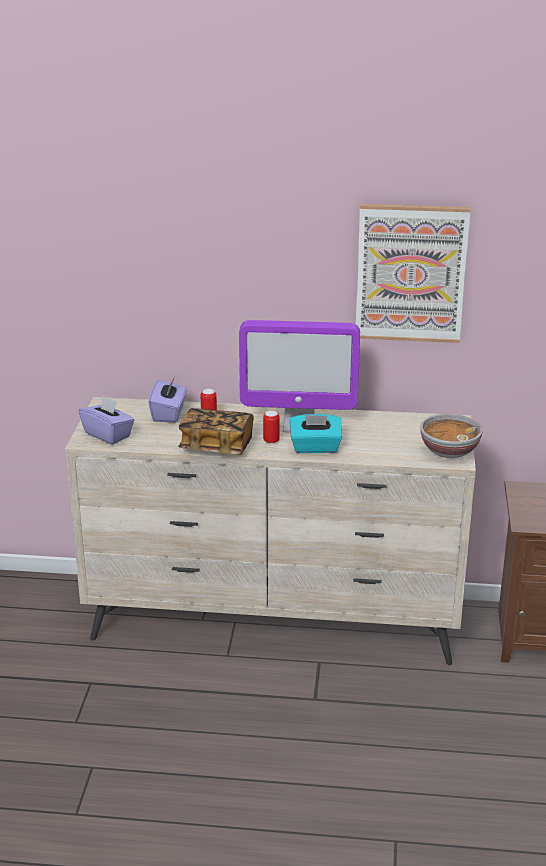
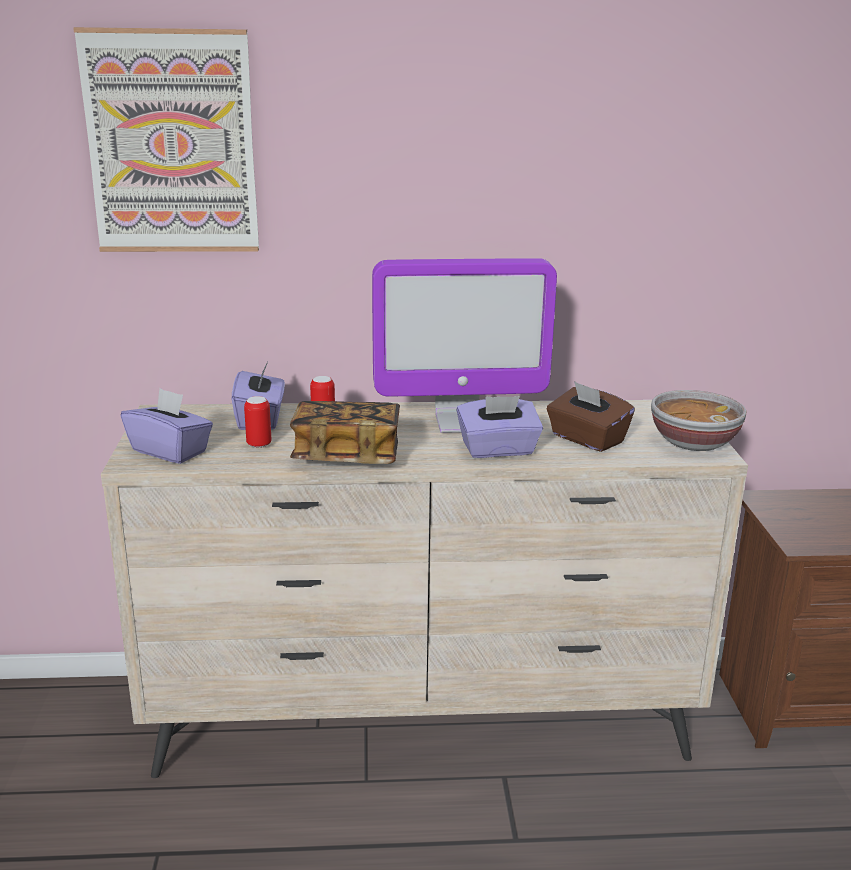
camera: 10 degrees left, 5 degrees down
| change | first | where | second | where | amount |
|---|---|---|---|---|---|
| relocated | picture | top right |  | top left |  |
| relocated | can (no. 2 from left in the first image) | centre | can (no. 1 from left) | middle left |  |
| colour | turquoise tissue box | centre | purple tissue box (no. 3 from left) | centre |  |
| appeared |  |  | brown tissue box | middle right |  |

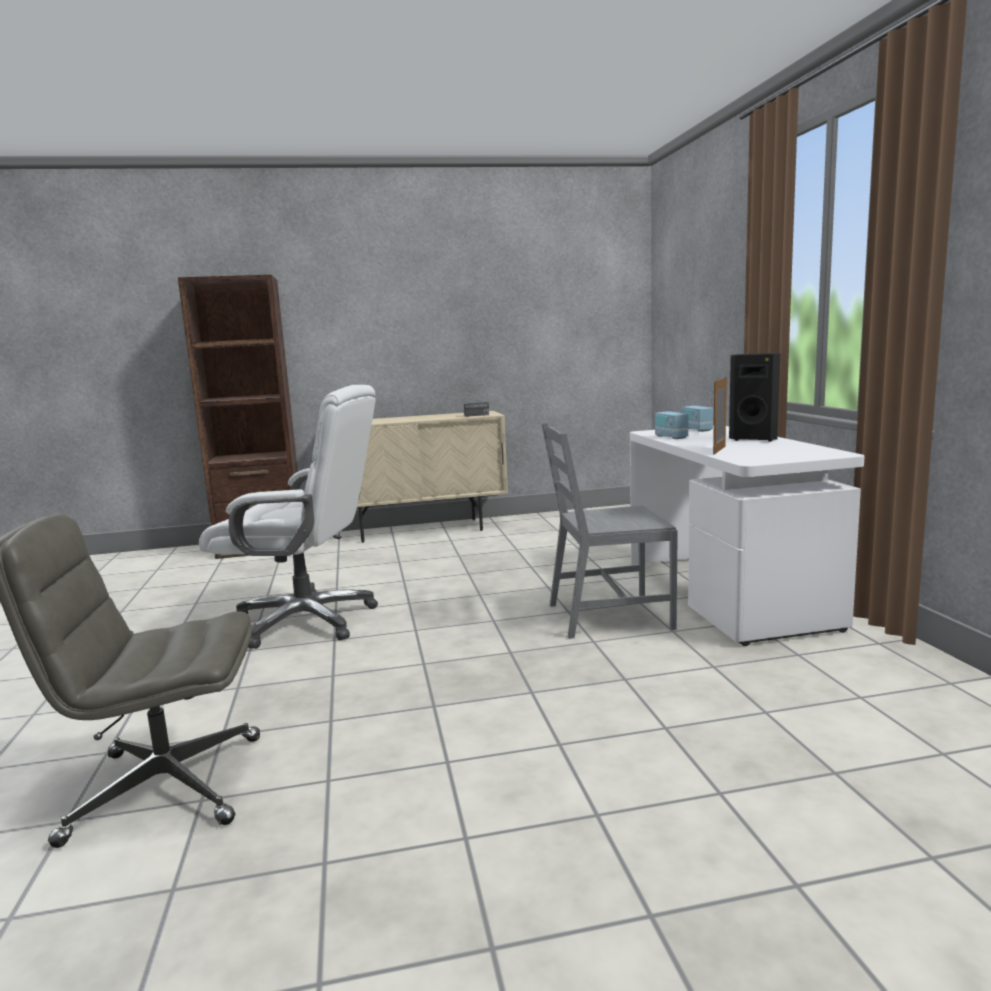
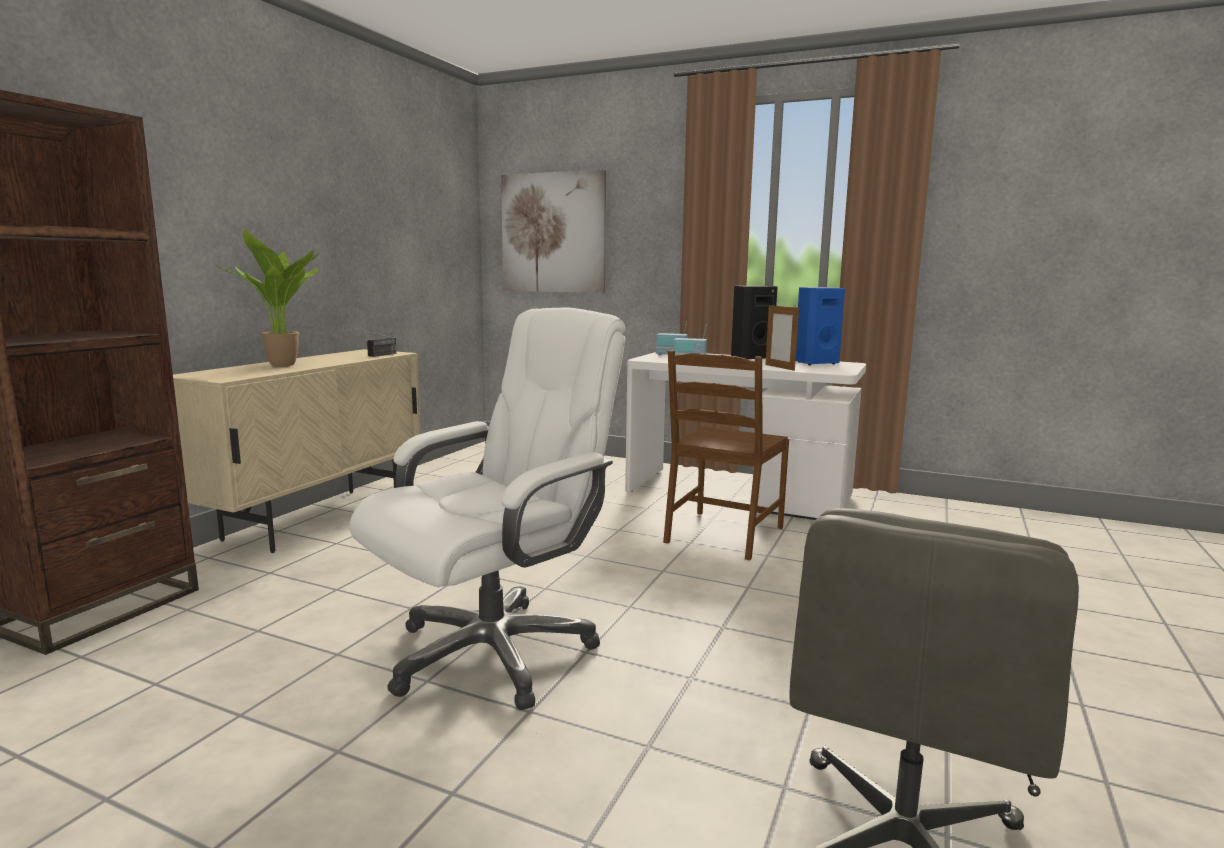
camera: 55 degrees left, 0 degrees up
| change | first | where | second | where | amount |
|---|---|---|---|---|---|
| appeared |  |  | potted plant | middle left |  |
| appeared |  |  | picture | top centre |  |
| colour | grey chair | centre | brown chair | centre |  |
| appeared |  |  | blue speaker | middle right |  |

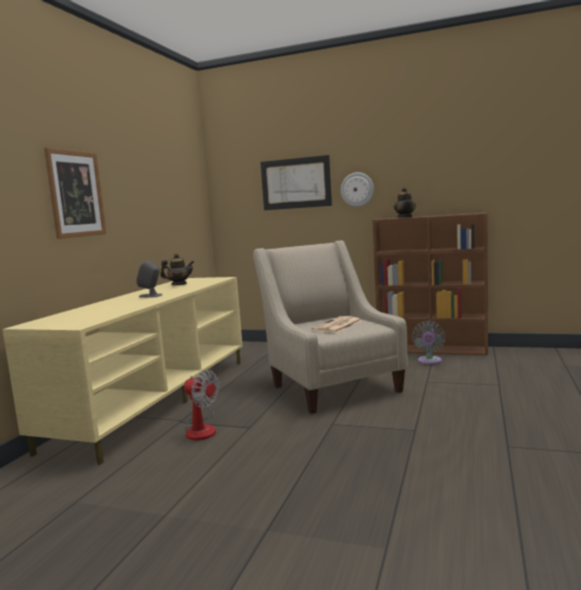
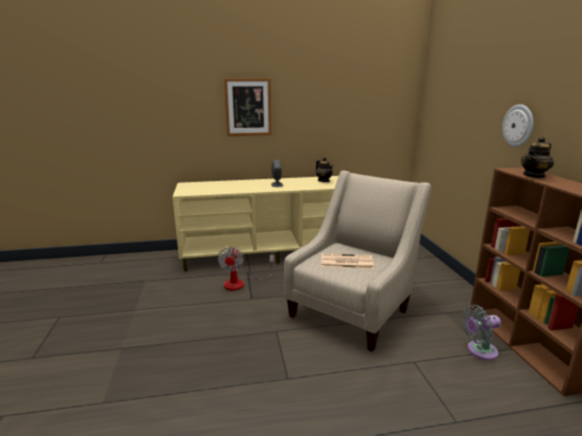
camera: 60 degrees right, 10 degrees up
| change | first | where | second | where | amount |
|---|---|---|---|---|---|
| missing | picture (no. 2 from left) | top centre |  |  |  |

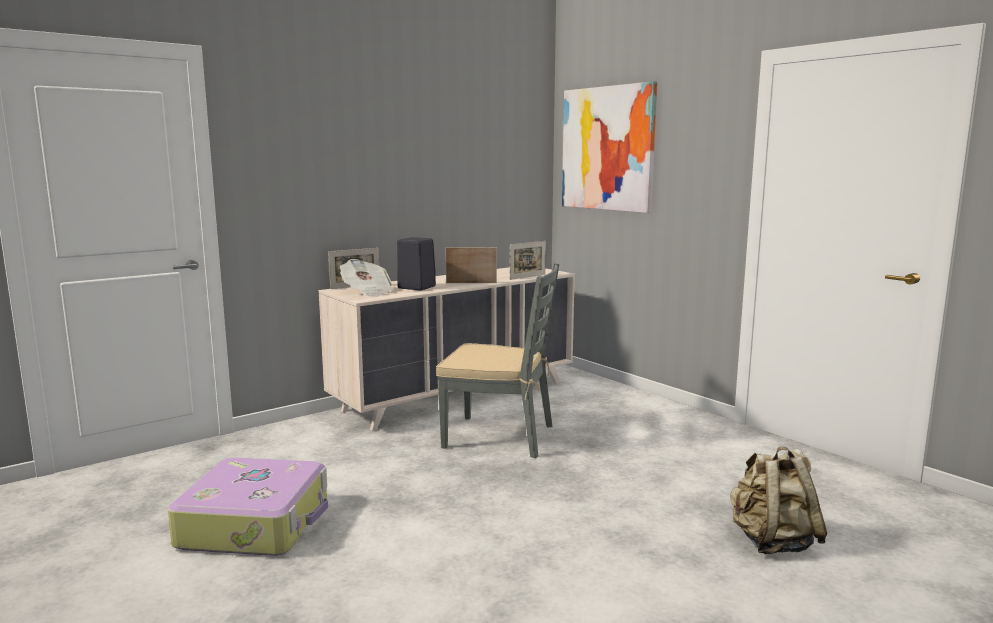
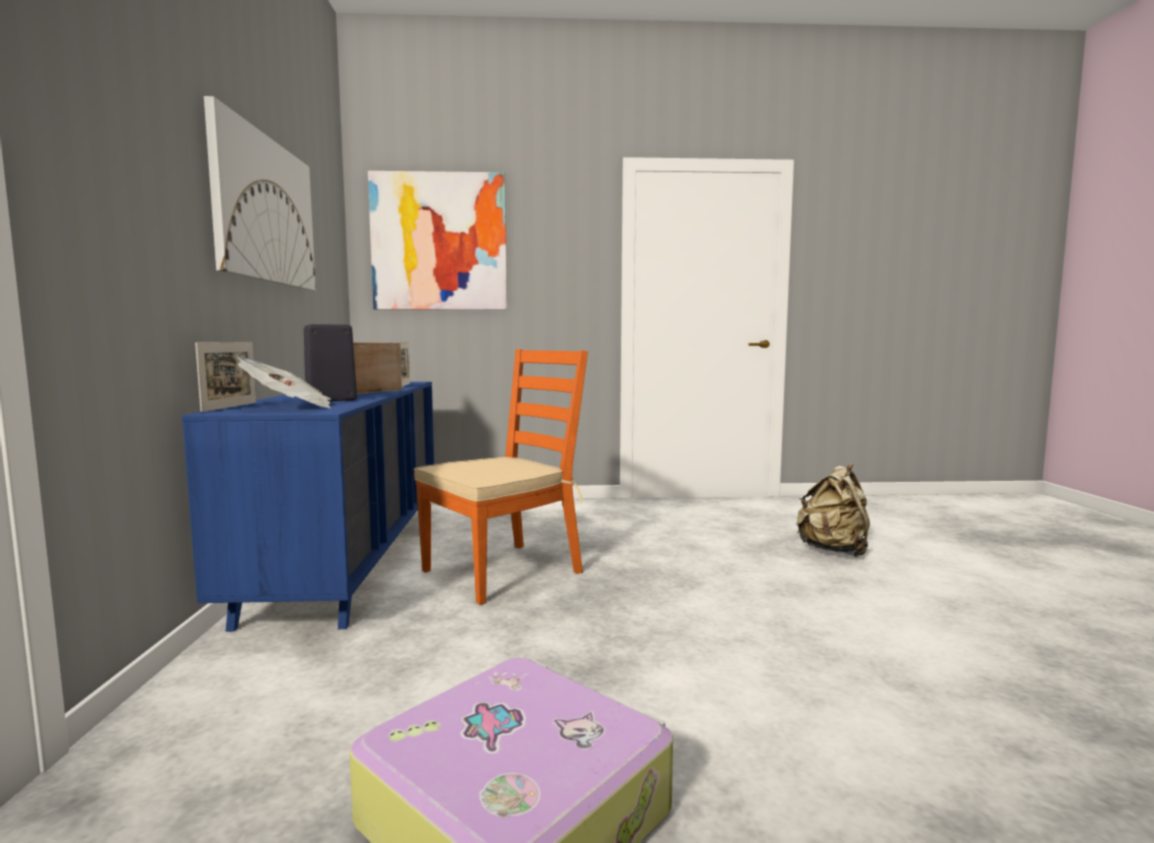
camera: 55 degrees left, 5 degrees down
| change | first | where | second | where | amount |
|---|---|---|---|---|---|
| colour | beige dresser | centre | blue dresser | middle left |  |
| appeared |  |  | picture (no. 1 from left) | top left |  |
| colour | grey chair | centre | orange chair | centre |  |

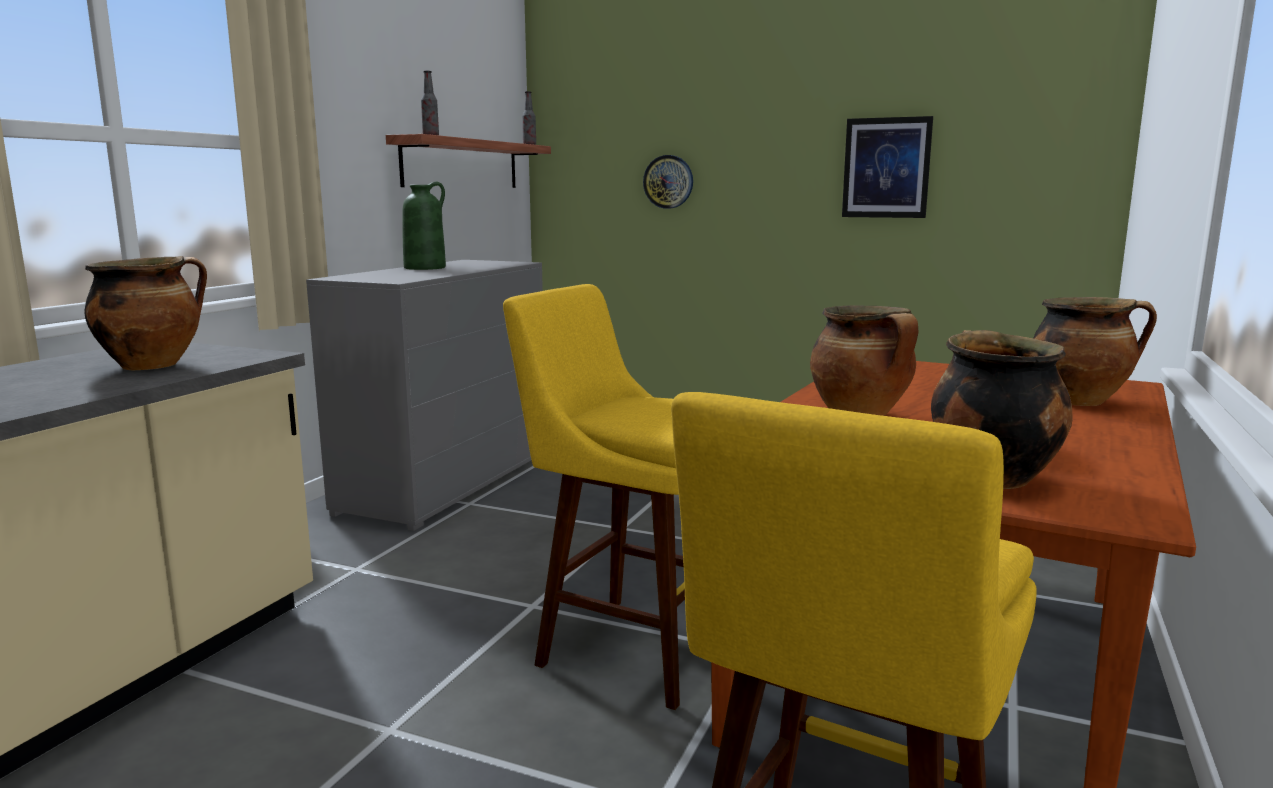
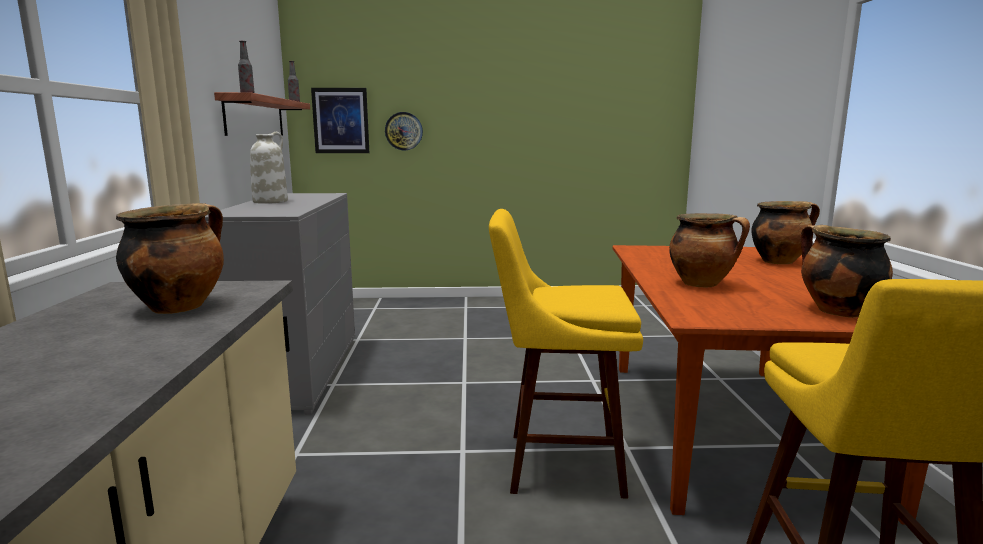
camera: 25 degrees left, 0 degrees up
| change | first | where | second | where | amount |
|---|---|---|---|---|---|
| colour | green vase | top left | white vase | top left |  |
| relocated | picture | top right |  | top centre |  |

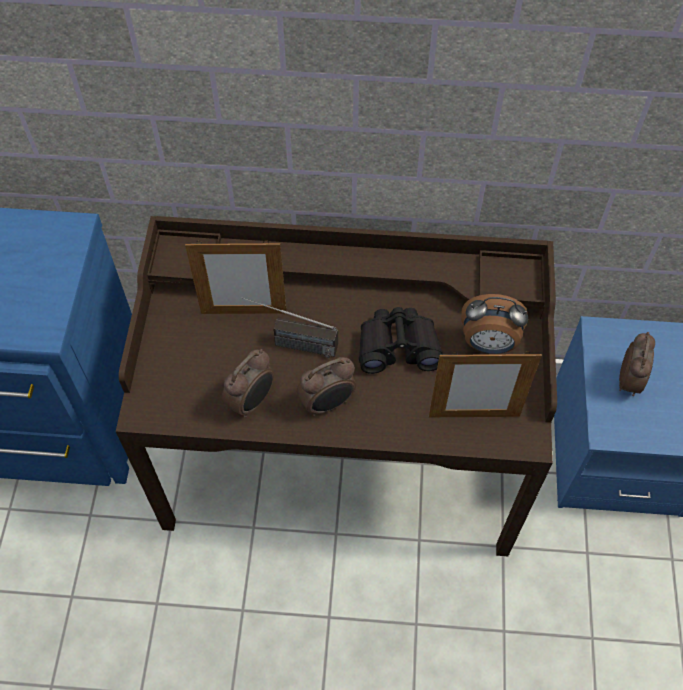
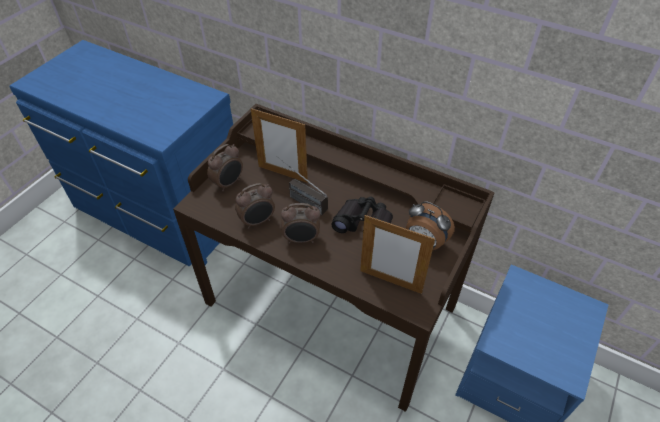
camera: 25 degrees right, 10 degrees down
| change | first | where | second | where | amount |
|---|---|---|---|---|---|
| relocated | alarm clock (no. 4 from left in the first image) | middle right | alarm clock (no. 1 from left) | centre |  |

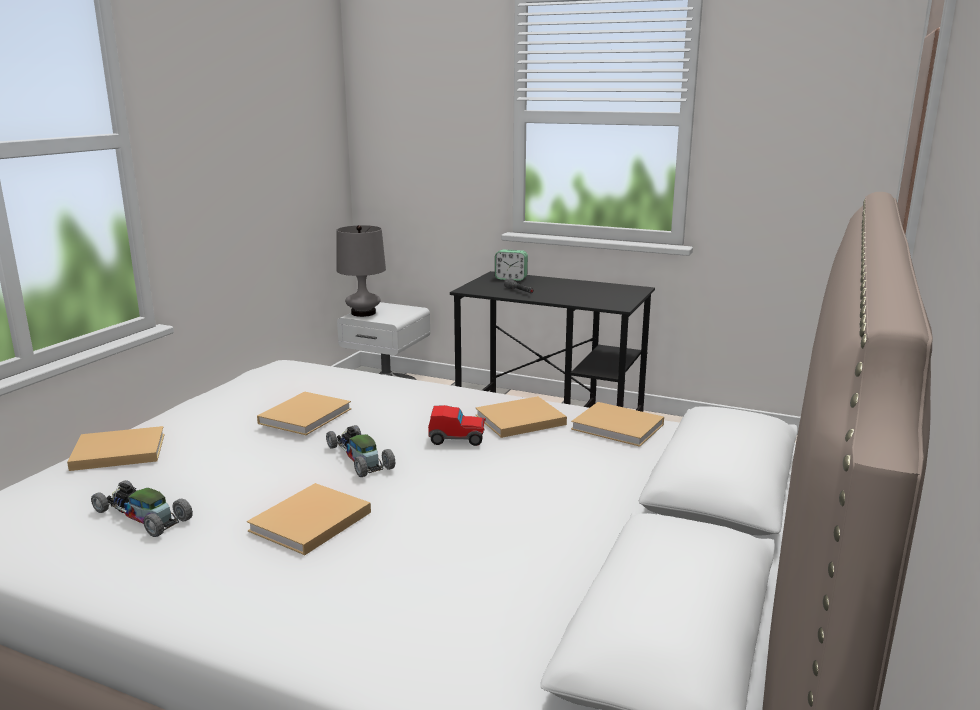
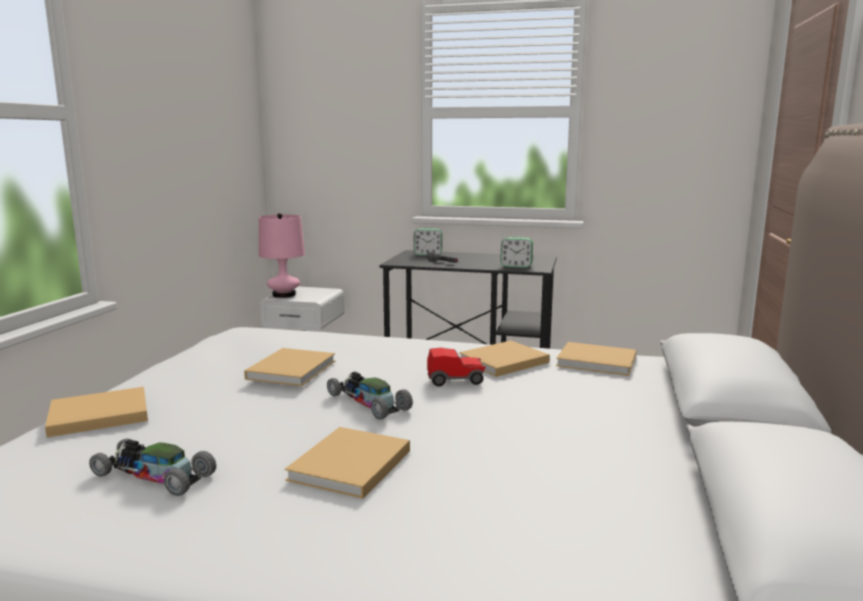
camera: 10 degrees left, 5 degrees down
| change | first | where | second | where | amount |
|---|---|---|---|---|---|
| colour | grey table lamp | centre | pink table lamp | middle left |  |
| appeared |  |  | alarm clock (no. 2 from left) | centre |  |

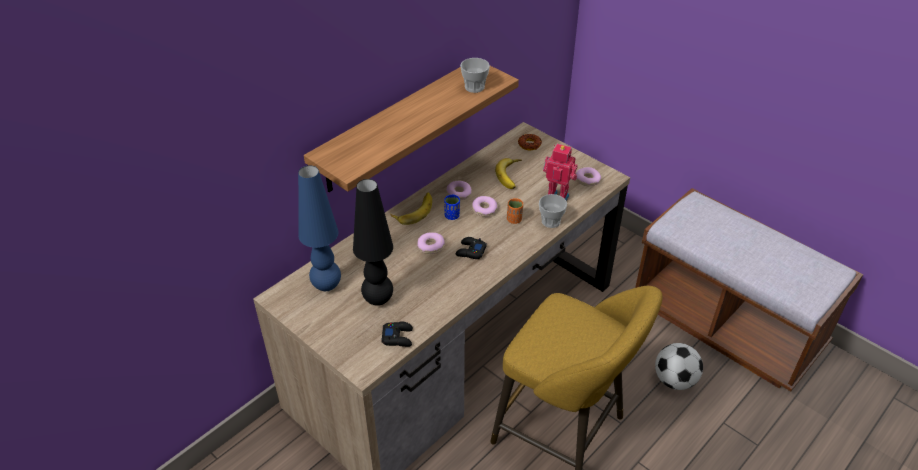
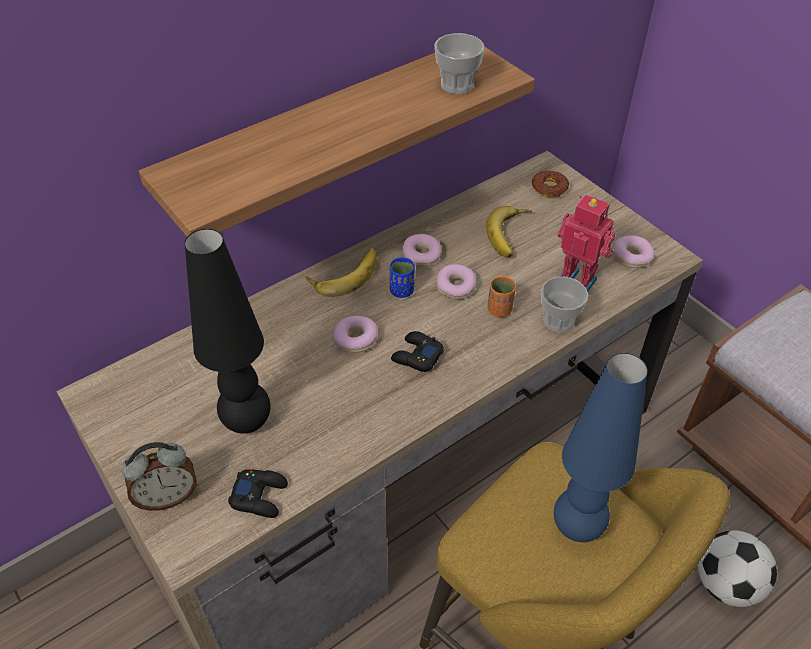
camera: 10 degrees right, 5 degrees up
| change | first | where | second | where | amount |
|---|---|---|---|---|---|
| appeared |  |  | alarm clock | bottom left |  |
| relocated | blue table lamp | centre |  | bottom right |  |

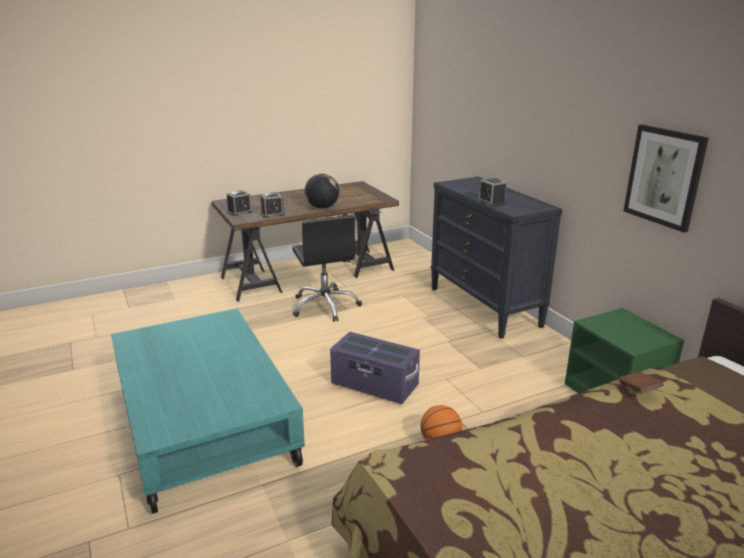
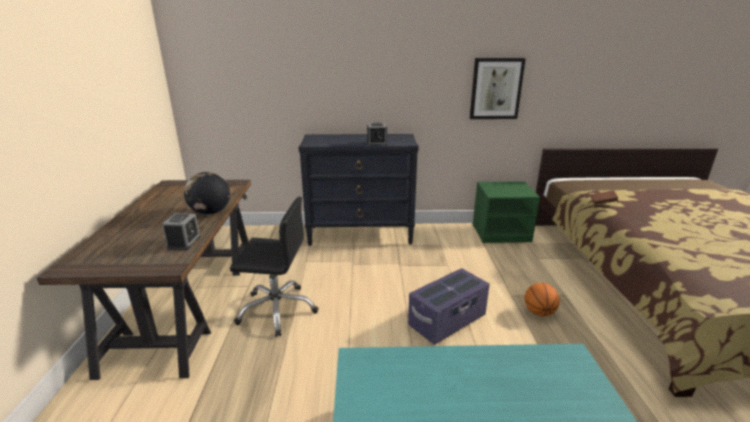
camera: 65 degrees left, 0 degrees up
| change | first | where | second | where | amount |
|---|---|---|---|---|---|
| missing | alarm clock (no. 1 from left) | middle left |  |  |  |

